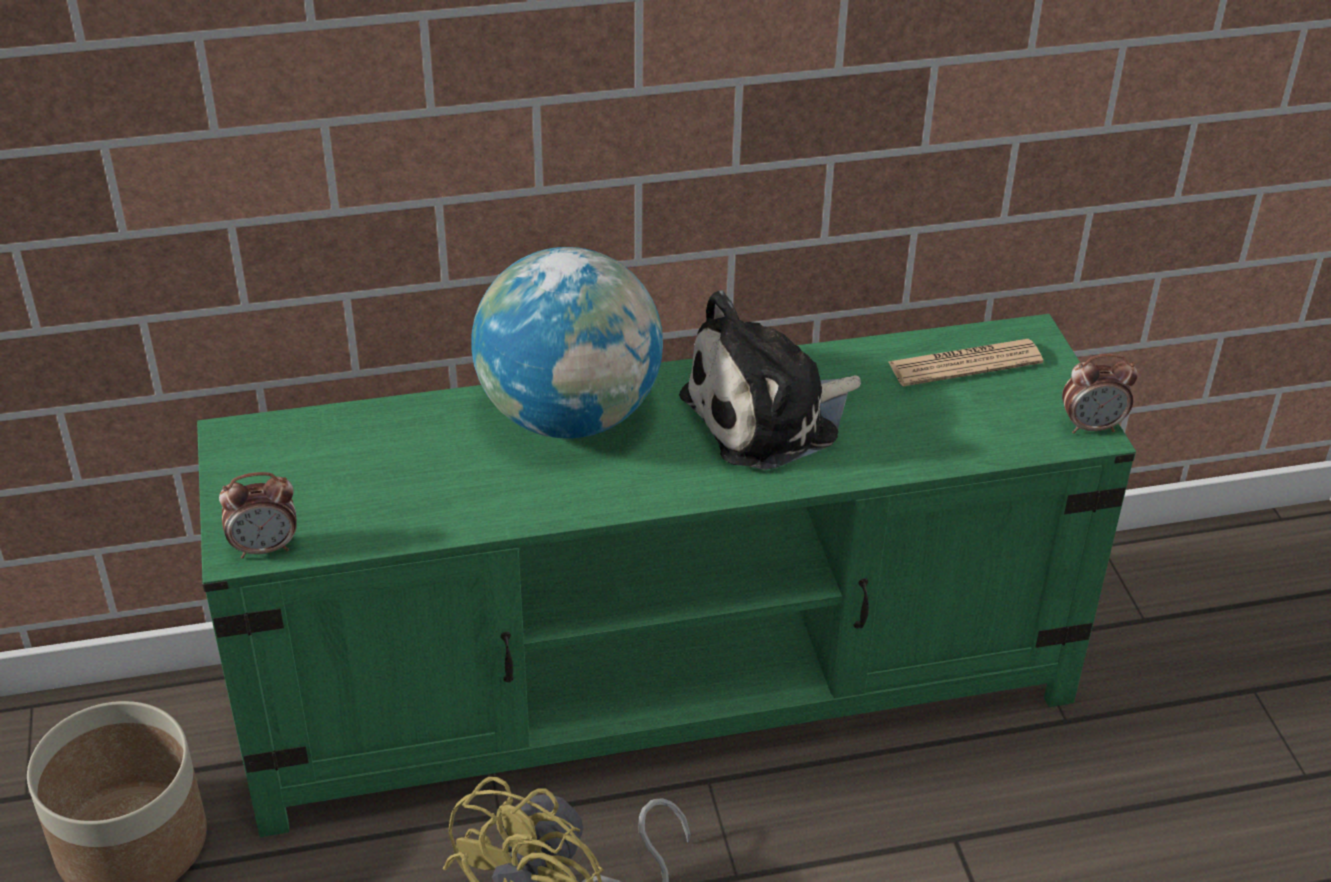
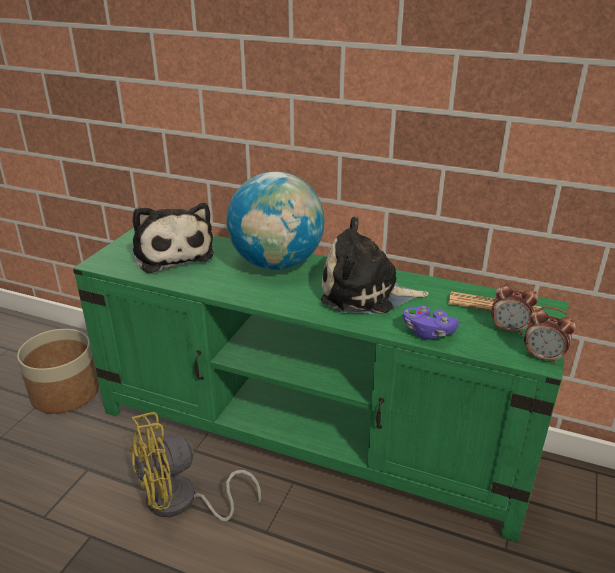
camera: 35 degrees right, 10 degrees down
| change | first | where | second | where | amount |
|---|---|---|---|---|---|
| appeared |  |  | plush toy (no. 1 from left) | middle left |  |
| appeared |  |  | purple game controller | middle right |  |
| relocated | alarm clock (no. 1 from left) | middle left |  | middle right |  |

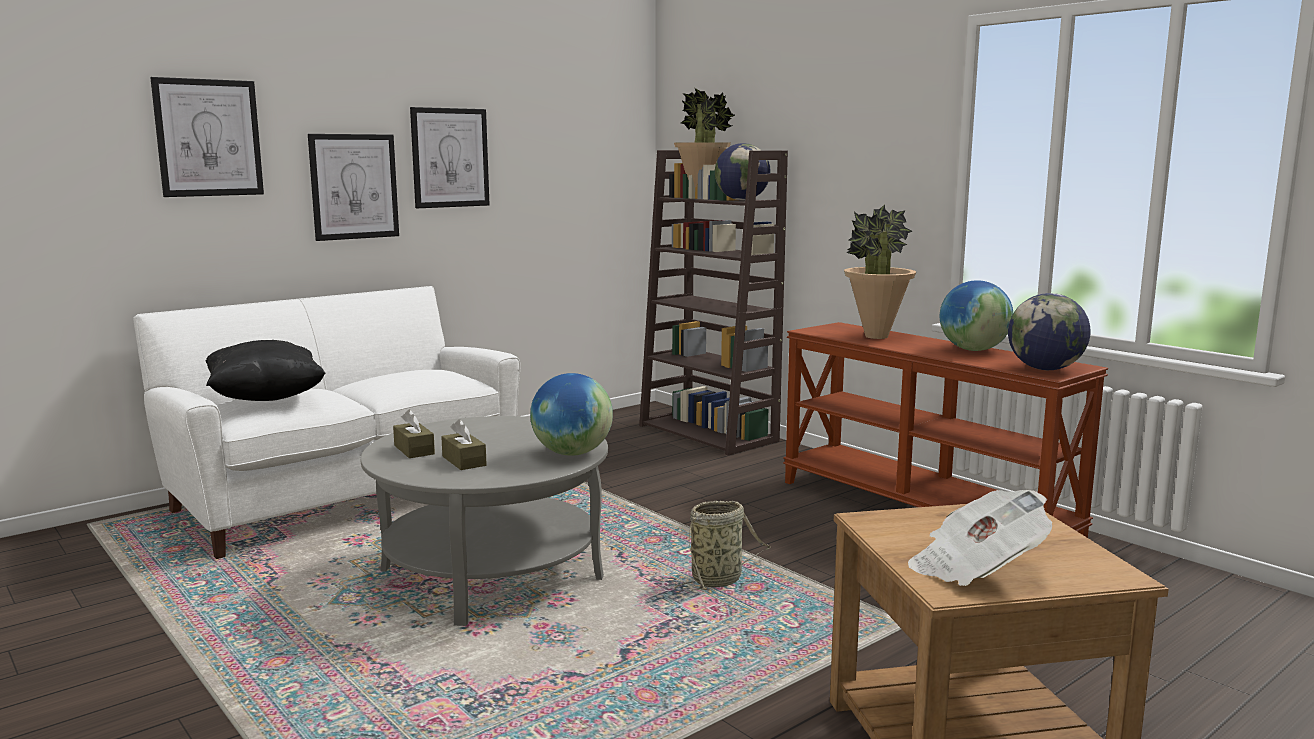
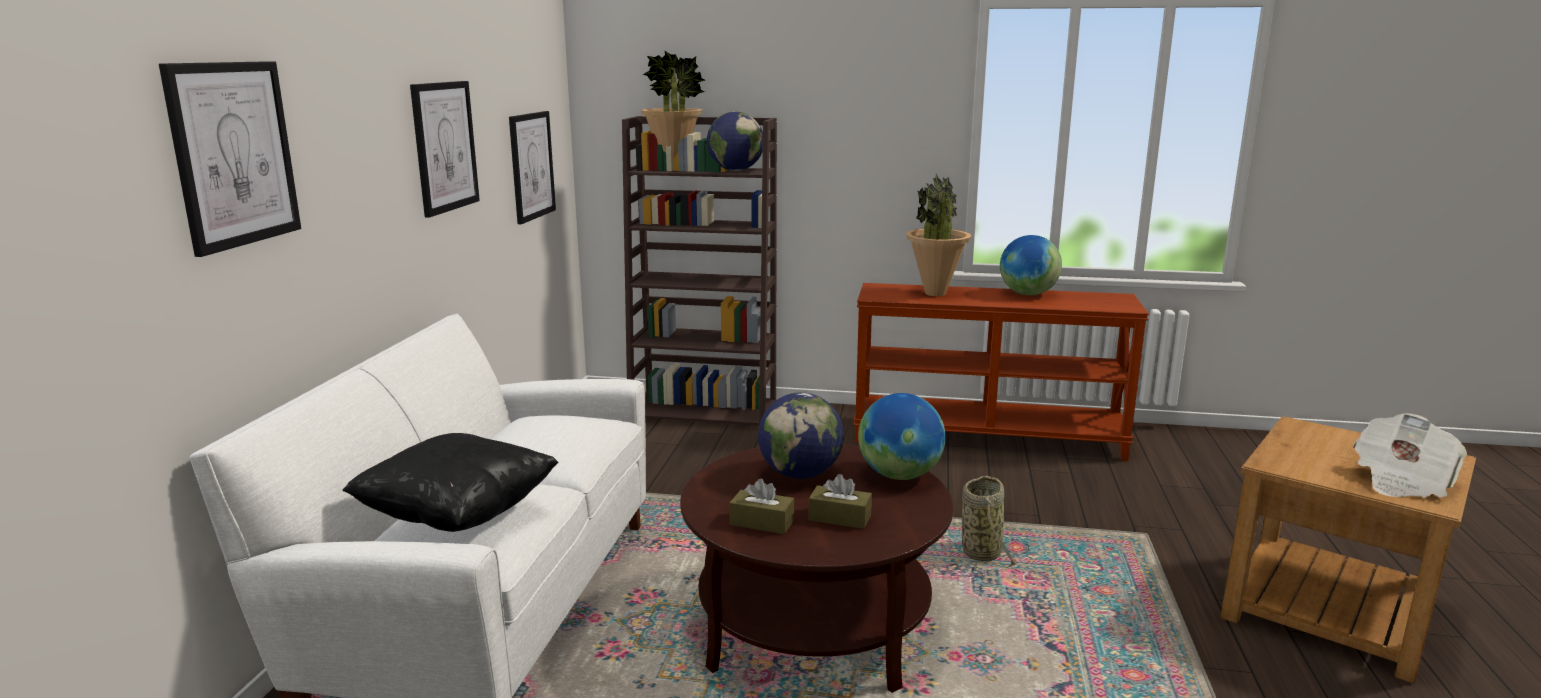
camera: 40 degrees left, 5 degrees up
| change | first | where | second | where | amount |
|---|---|---|---|---|---|
| relocated | picture (no. 2 from left in the first image) | top left | picture (no. 3 from left) | top centre |  |
| colour | grey coffee table | bottom centre | brown coffee table | bottom centre |  |
| relocated | globe (no. 4 from left in the first image) | middle right | globe (no. 2 from left) | centre |  |

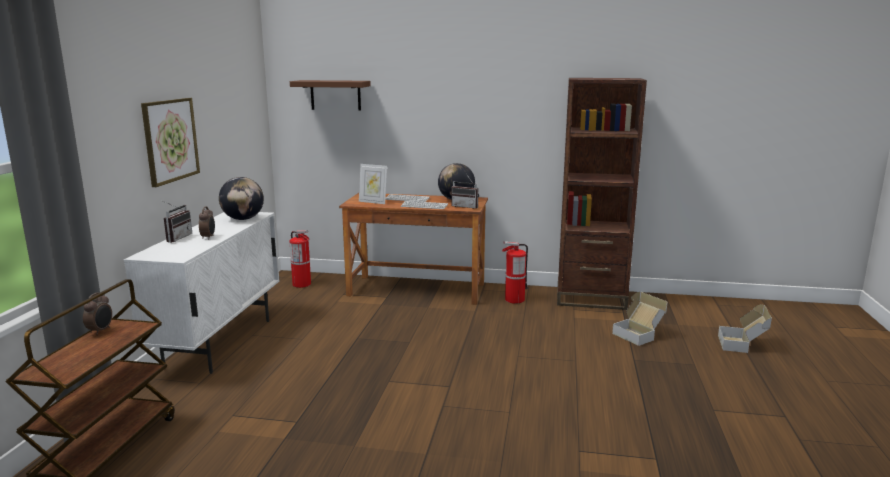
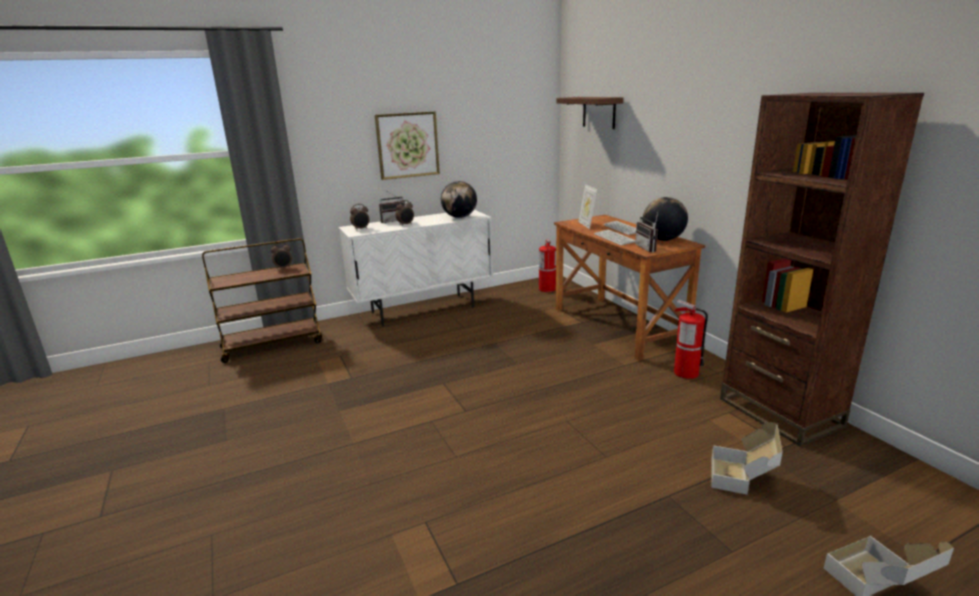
camera: 55 degrees right, 5 degrees up
| change | first | where | second | where | amount |
|---|---|---|---|---|---|
| appeared |  |  | alarm clock (no. 2 from left) | centre |  |

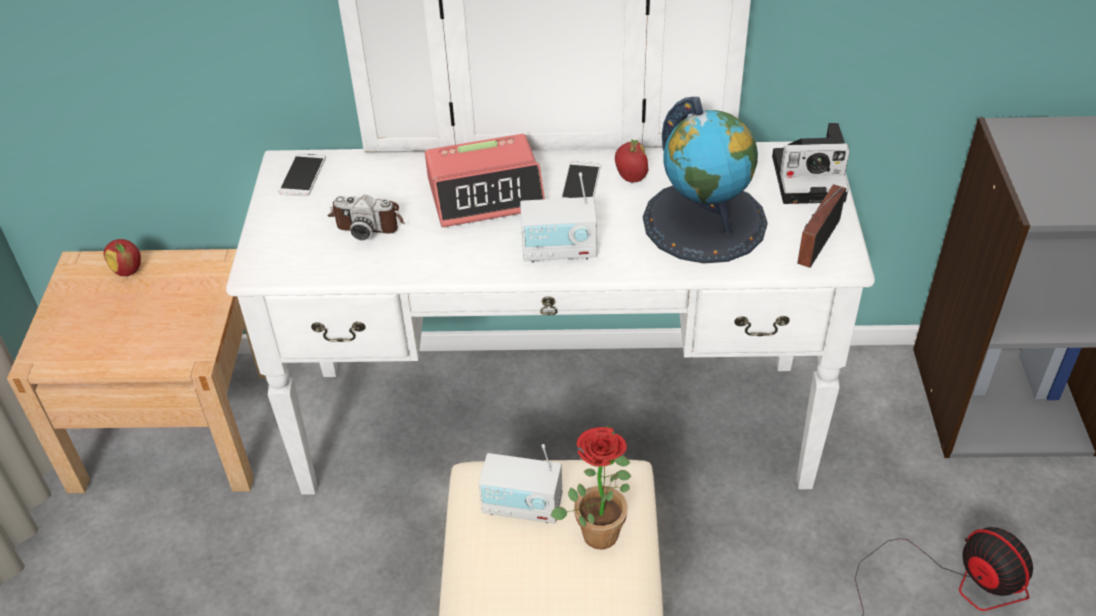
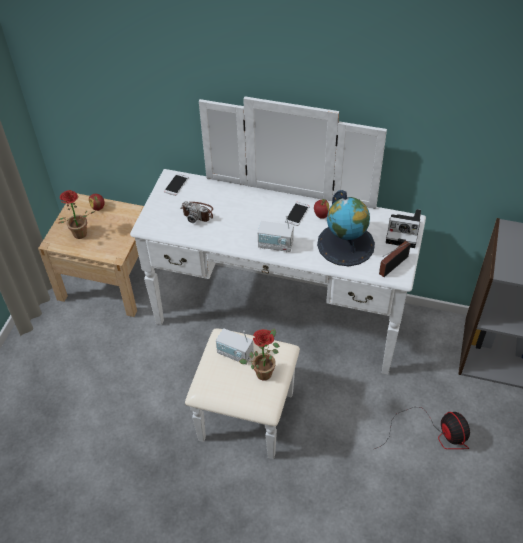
camera: 15 degrees right, 5 degrees up
| change | first | where | second | where | amount |
|---|---|---|---|---|---|
| appeared |  |  | potted plant (no. 1 from left) | middle left |  |
| missing | alarm clock | top centre |  |  |  |

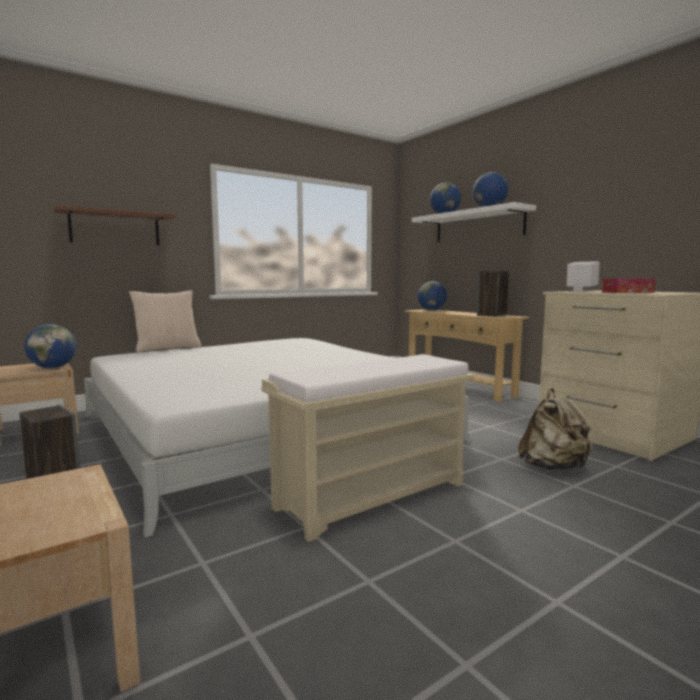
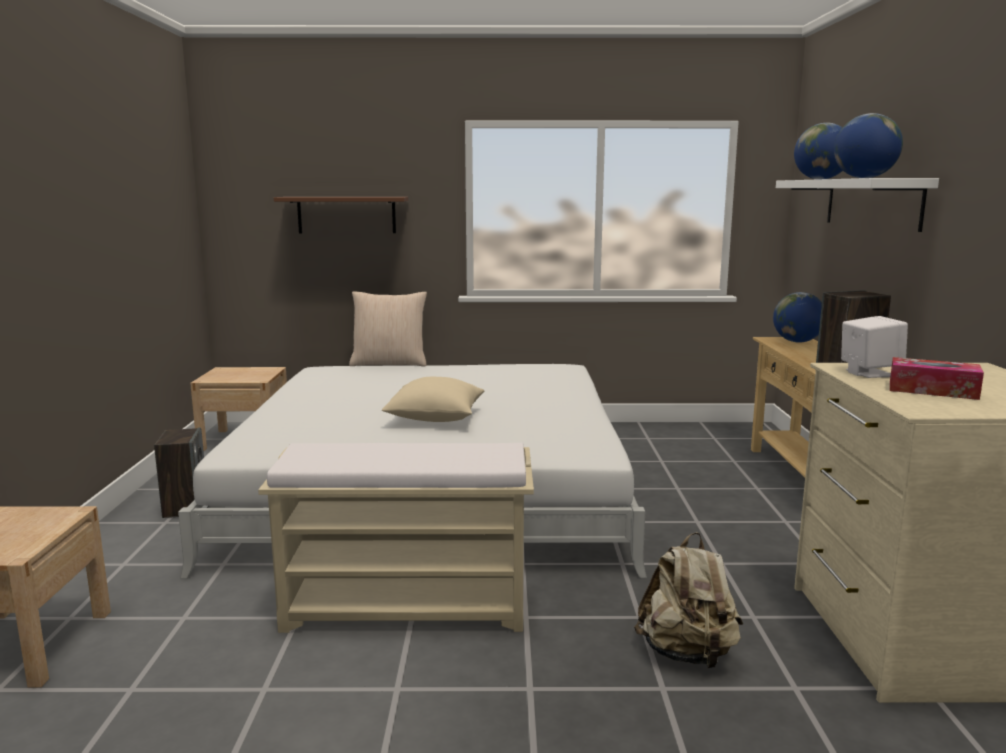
camera: 35 degrees right, 5 degrees up
| change | first | where | second | where | amount |
|---|---|---|---|---|---|
| appeared |  |  | beige pillow (no. 2 from left) | centre |  |
| missing | globe (no. 1 from left) | middle left |  |  |  |

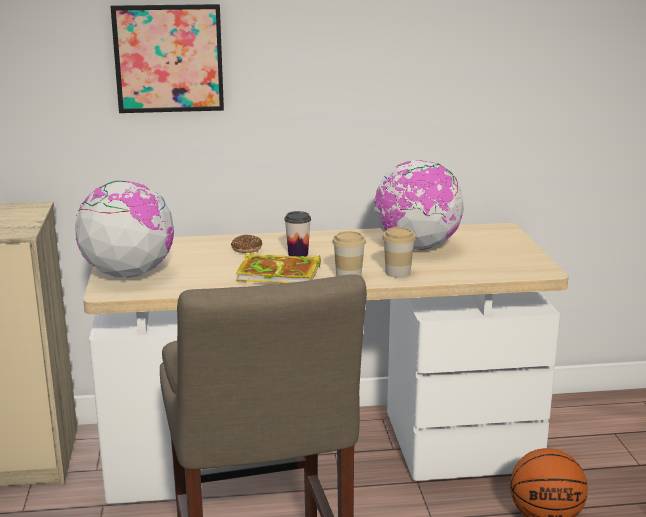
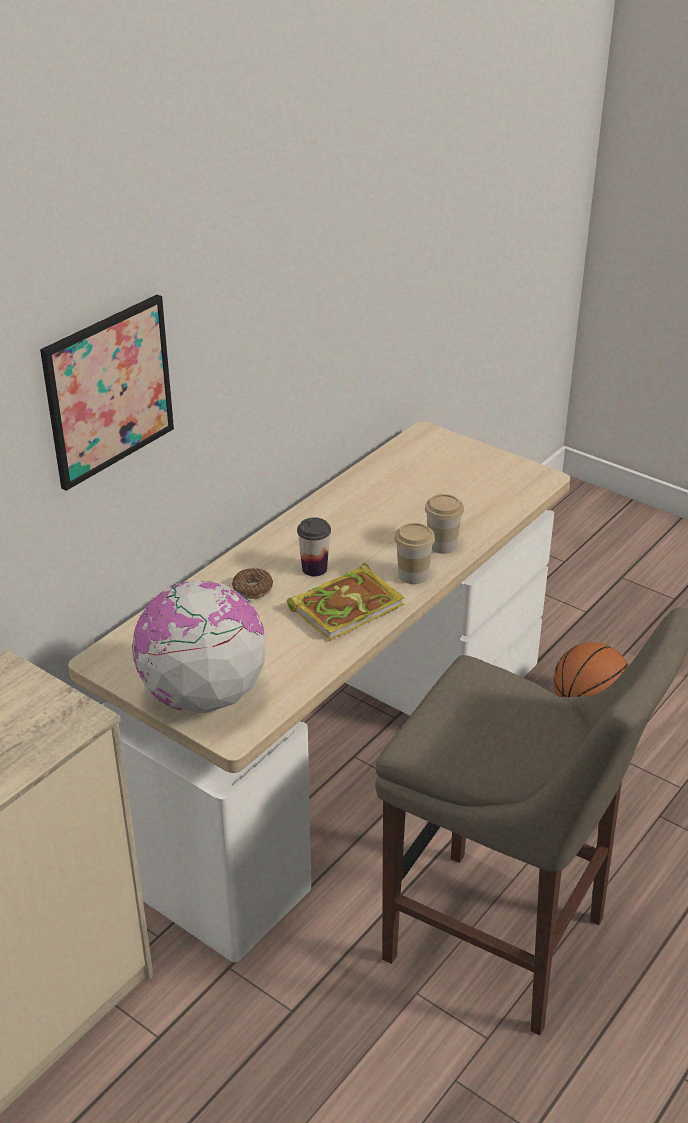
camera: 45 degrees left, 15 degrees up
| change | first | where | second | where | amount |
|---|---|---|---|---|---|
| missing | globe (no. 2 from left) | centre |  |  |  |

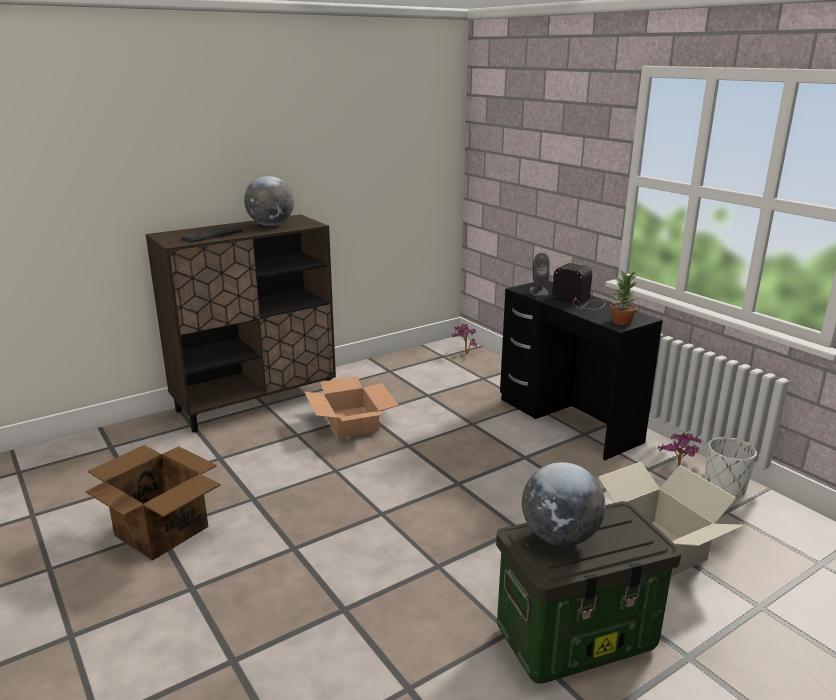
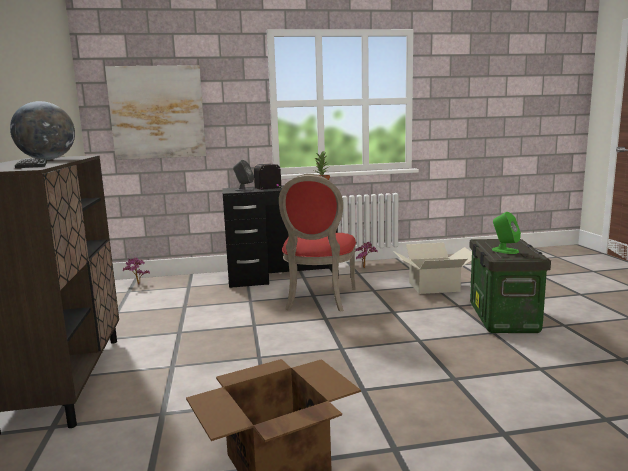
camera: 65 degrees left, 10 degrees down
| change | first | where | second | where | amount |
|---|---|---|---|---|---|
| appeared |  |  | picture | top left |  |
| appeared |  |  | red chair | centre |  |
| exchanged | globe (no. 2 from left) | bottom right | green speaker | middle right |  |
| missing | cardboard box (no. 2 from left) | centre |  |  |  |
| missing | white planter | bottom right |  |  |  |

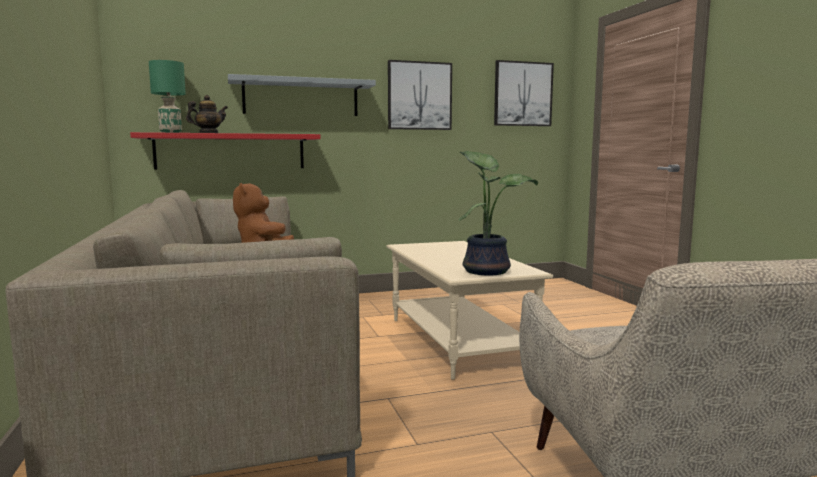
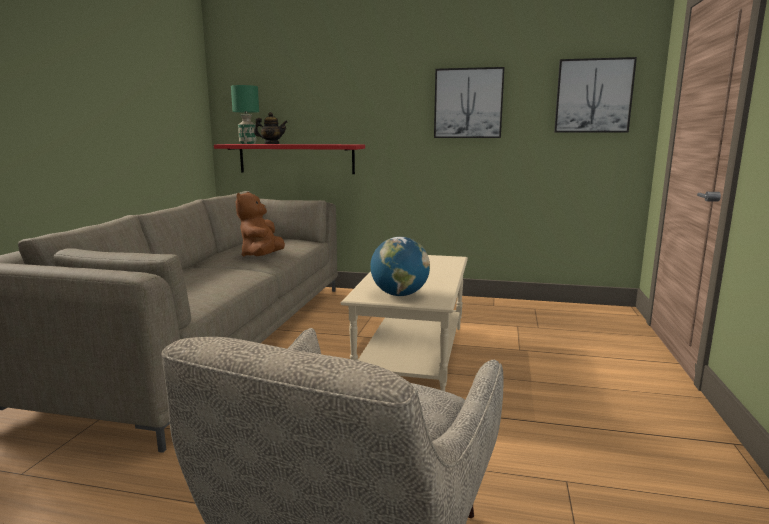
camera: 30 degrees right, 5 degrees up
| change | first | where | second | where | amount |
|---|---|---|---|---|---|
| exchanged | potted plant | centre | globe | centre |  |
| missing | grey shelf | top centre |  |  |  |

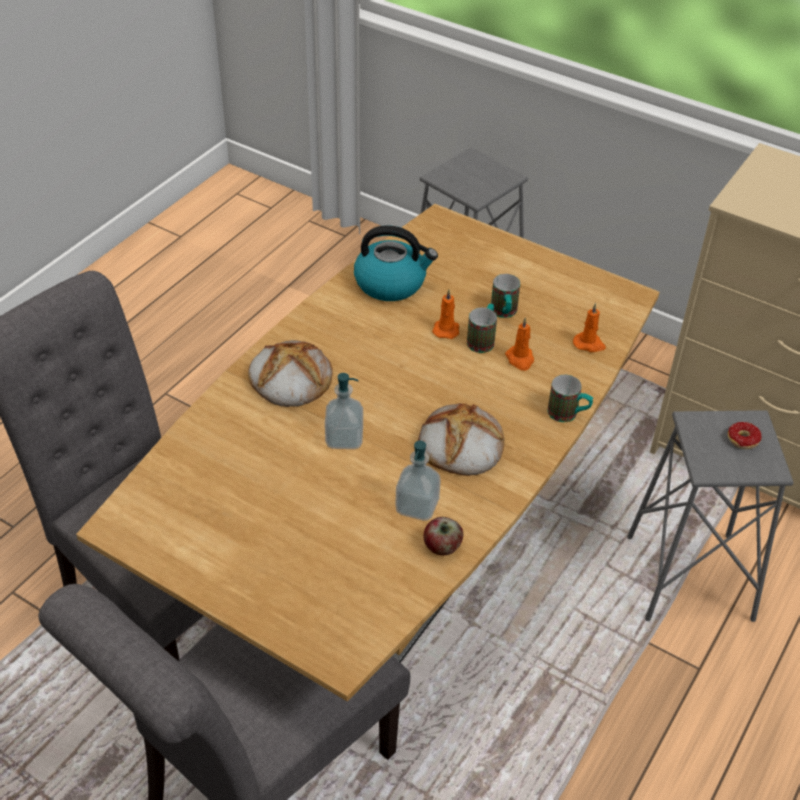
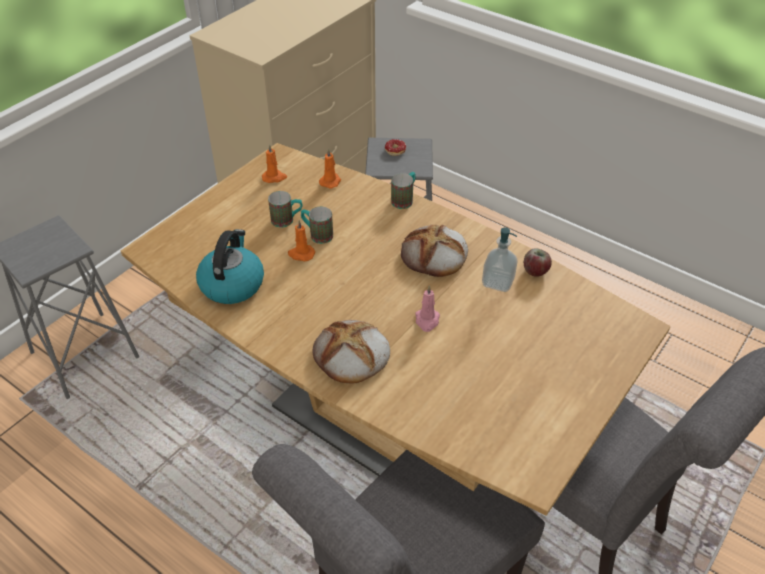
camera: 85 degrees left, 0 degrees up
| change | first | where | second | where | amount |
|---|---|---|---|---|---|
| relocated | orange candle (no. 2 from left in the first image) | centre | orange candle (no. 1 from left) | top centre |  |
| exchanged | soap dispenser (no. 1 from left) | centre | pink candle | centre |  |

